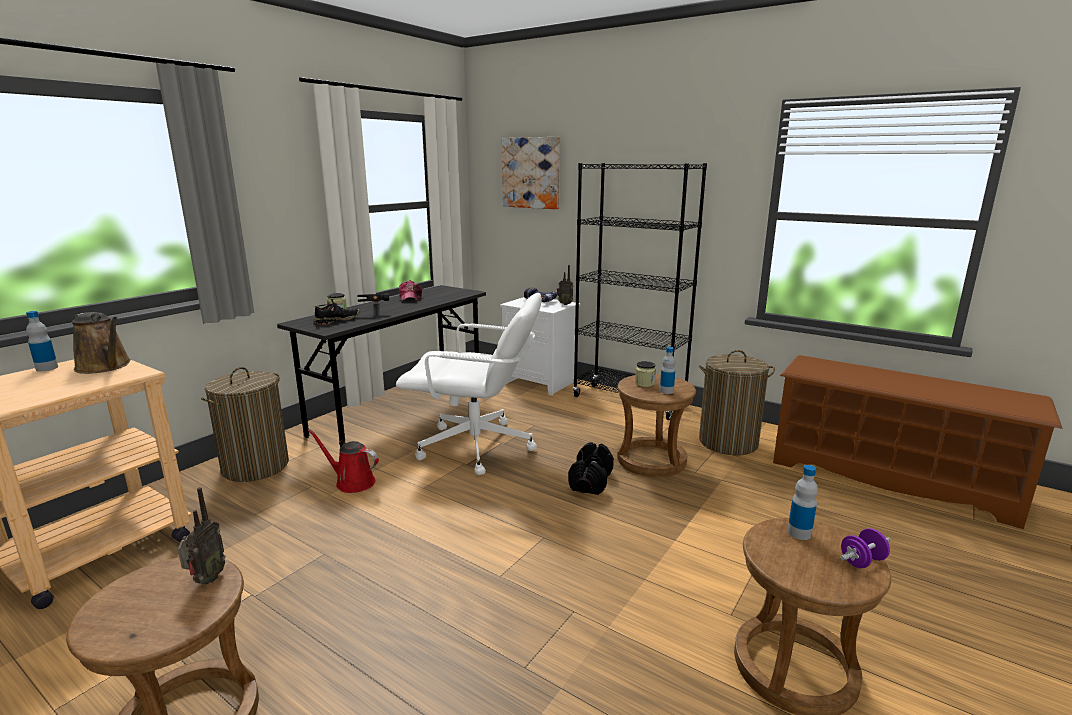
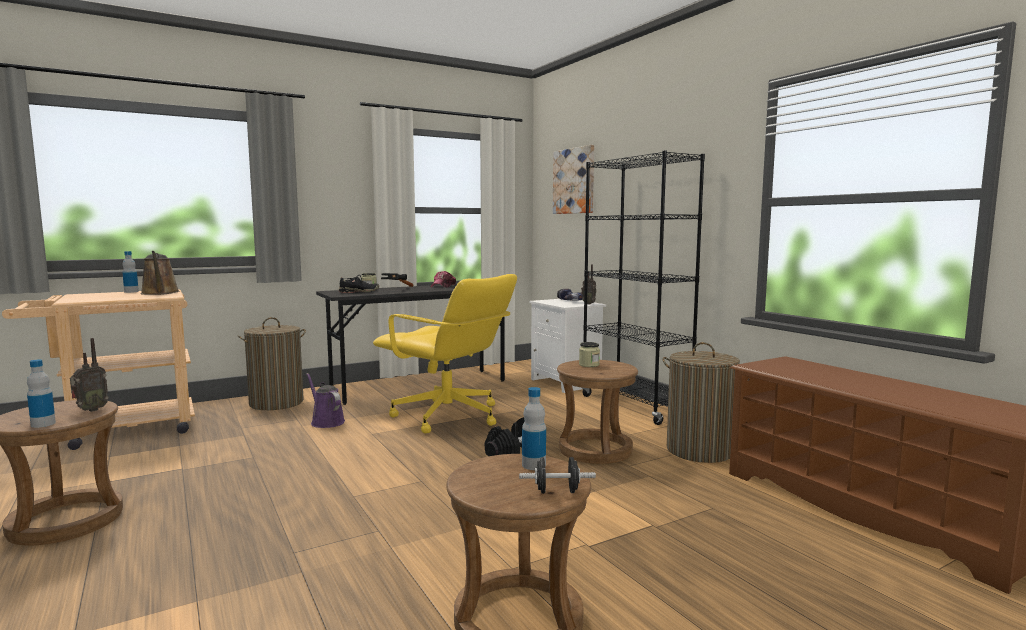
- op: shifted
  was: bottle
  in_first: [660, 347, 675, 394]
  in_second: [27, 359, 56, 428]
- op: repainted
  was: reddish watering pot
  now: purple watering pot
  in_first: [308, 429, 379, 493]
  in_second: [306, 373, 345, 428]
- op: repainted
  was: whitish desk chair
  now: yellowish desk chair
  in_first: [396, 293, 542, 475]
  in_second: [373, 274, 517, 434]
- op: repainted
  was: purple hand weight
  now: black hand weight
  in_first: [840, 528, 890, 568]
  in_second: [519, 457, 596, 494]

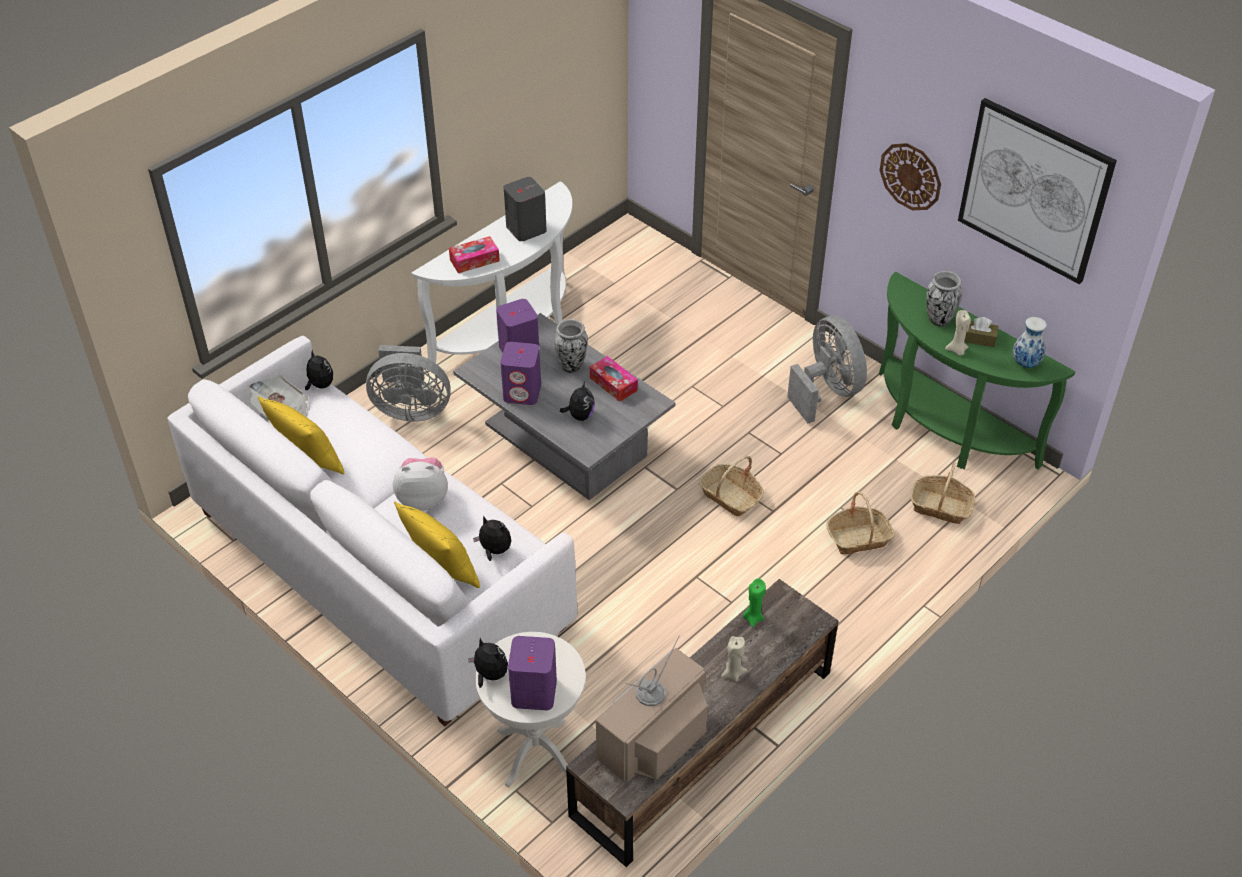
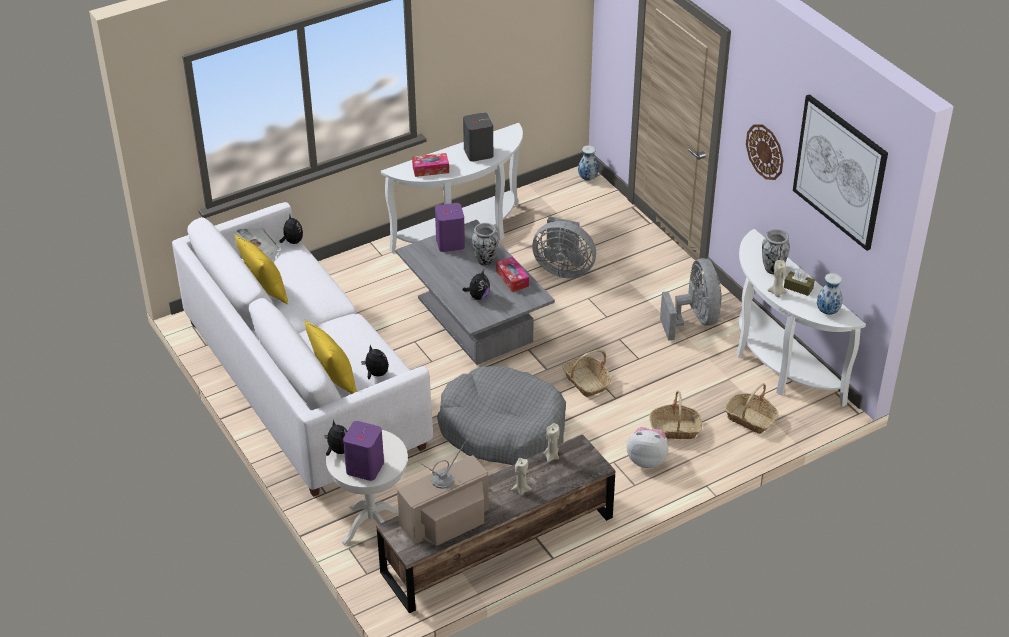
- op: gone
  was: purple audio speaker
  in_first: [500, 342, 541, 405]
- op: new
  now: grey pet bed
  in_second: [437, 366, 566, 465]
- op: new
  now: decorative vase
  in_second: [578, 145, 598, 181]
- op: shifted
  was: grey electric fan
  in_first: [366, 345, 451, 422]
  in_second: [532, 216, 596, 278]
- op: shifted
  was: cuddly toy
  in_first: [393, 457, 448, 511]
  in_second: [627, 427, 668, 468]
- op: repainted
  was: green-coloured wax light
  now: beige-coloured wax light
  in_first: [743, 578, 766, 627]
  in_second: [543, 423, 559, 462]
- op: repainted
  was: green-coloured hall table
  now: whitish hall table
  in_first: [879, 271, 1075, 470]
  in_second: [736, 229, 866, 407]

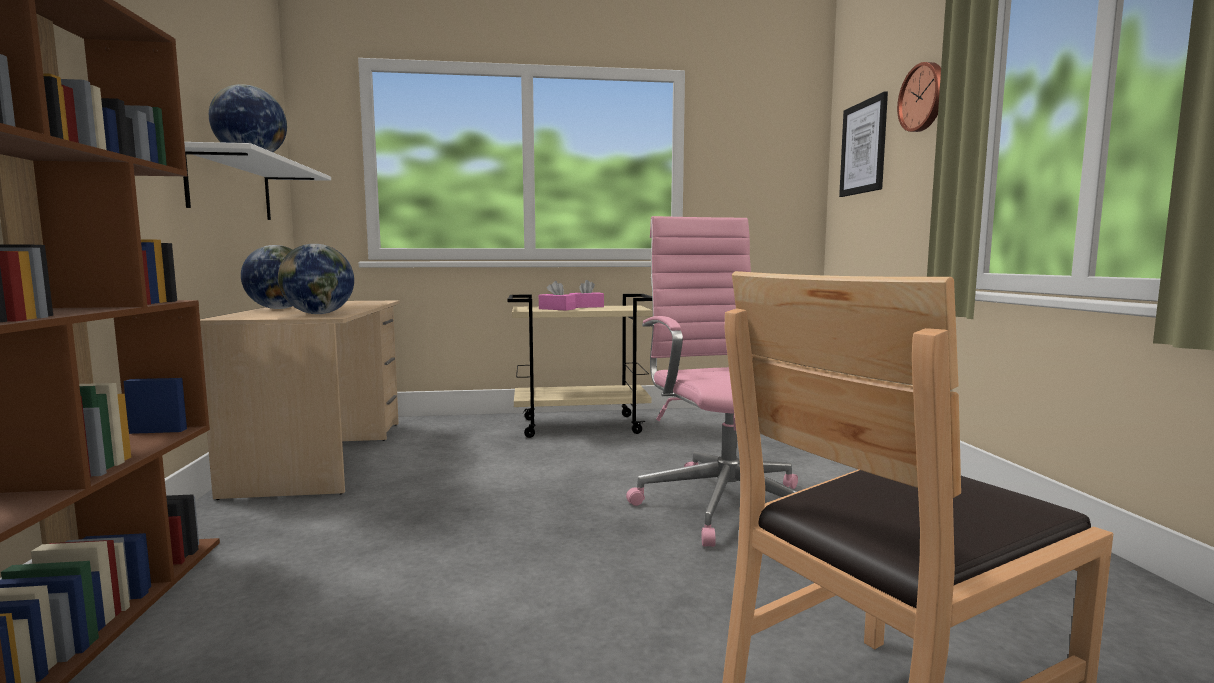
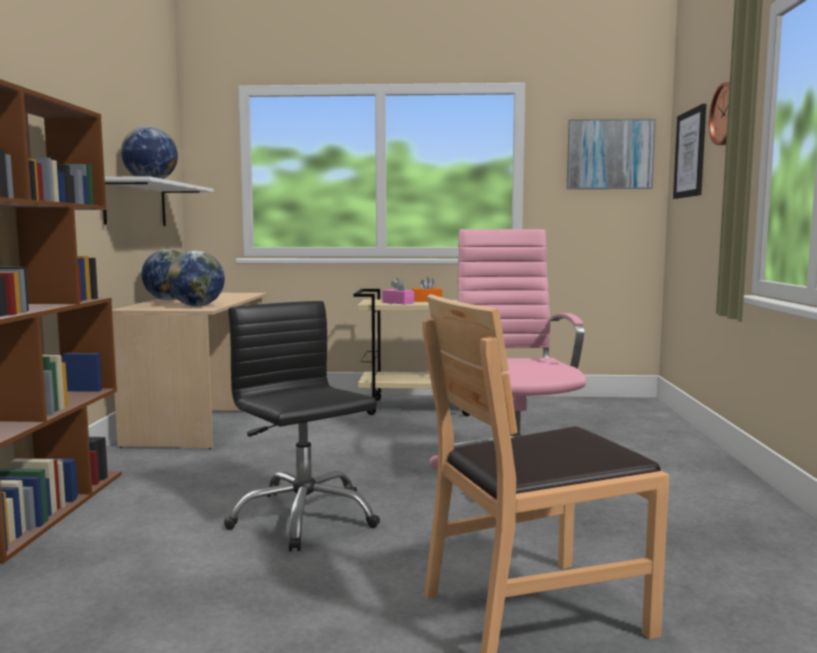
- op: new
  now: black desk chair
  in_second: [224, 301, 380, 552]
- op: new
  now: wall picture
  in_second: [567, 118, 656, 189]
- op: repainted
  was: pink tissue holder
  now: orangey tissue holder
  in_first: [569, 280, 604, 308]
  in_second: [412, 277, 442, 302]

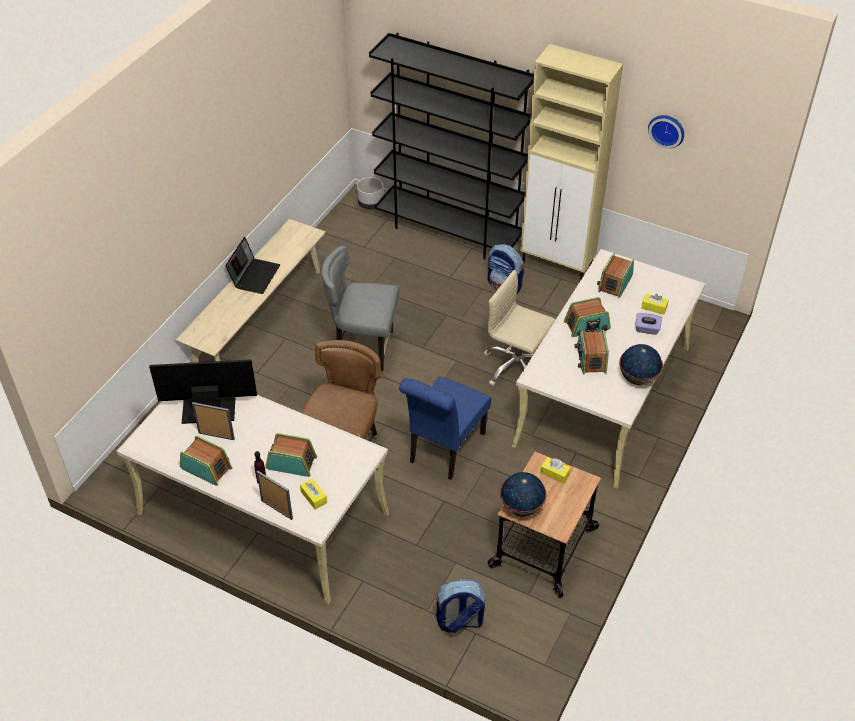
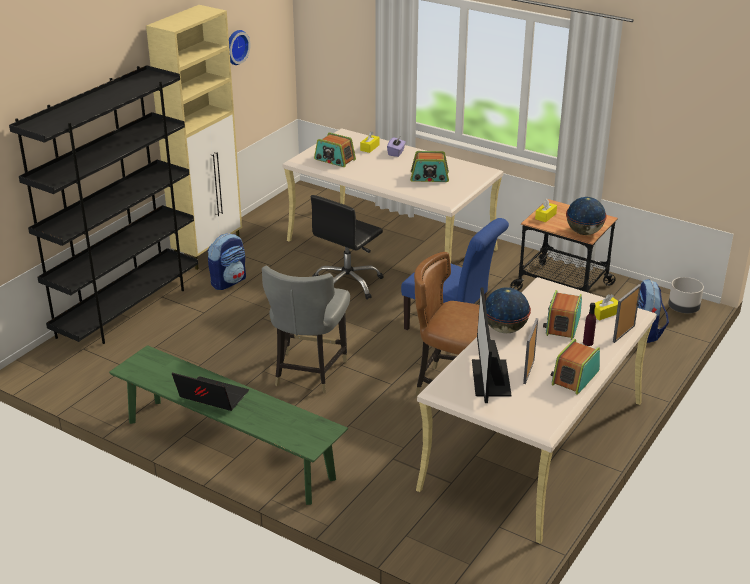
- op: gone
  was: radio
  in_first: [564, 297, 611, 337]
- op: shifted
  was: grey flower pot
  in_first: [357, 177, 384, 209]
  in_second: [668, 277, 704, 313]
- op: shifted
  was: globe
  in_first: [619, 344, 663, 386]
  in_second: [485, 287, 531, 333]
- op: repainted
  was: beige-coloured indoor bench
  now: green-coloured indoor bench
  in_first: [176, 219, 326, 363]
  in_second: [109, 345, 348, 505]
- op: repainted
  was: beige-coloured desk chair
  now: black desk chair
  in_first: [484, 270, 556, 393]
  in_second: [311, 195, 384, 300]

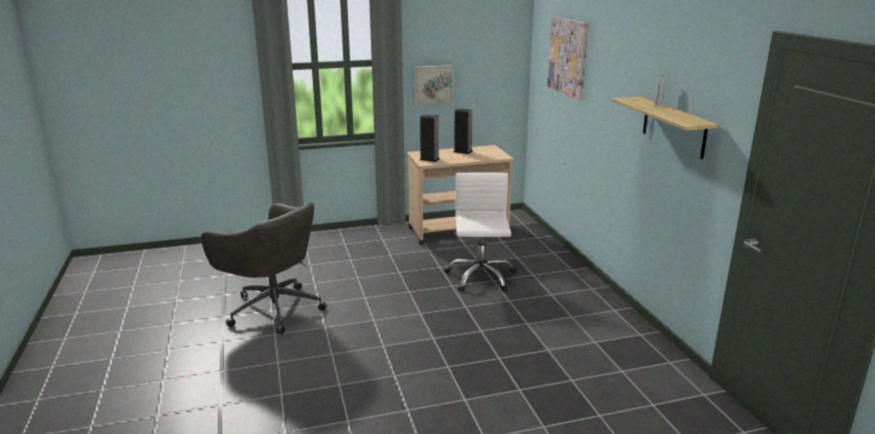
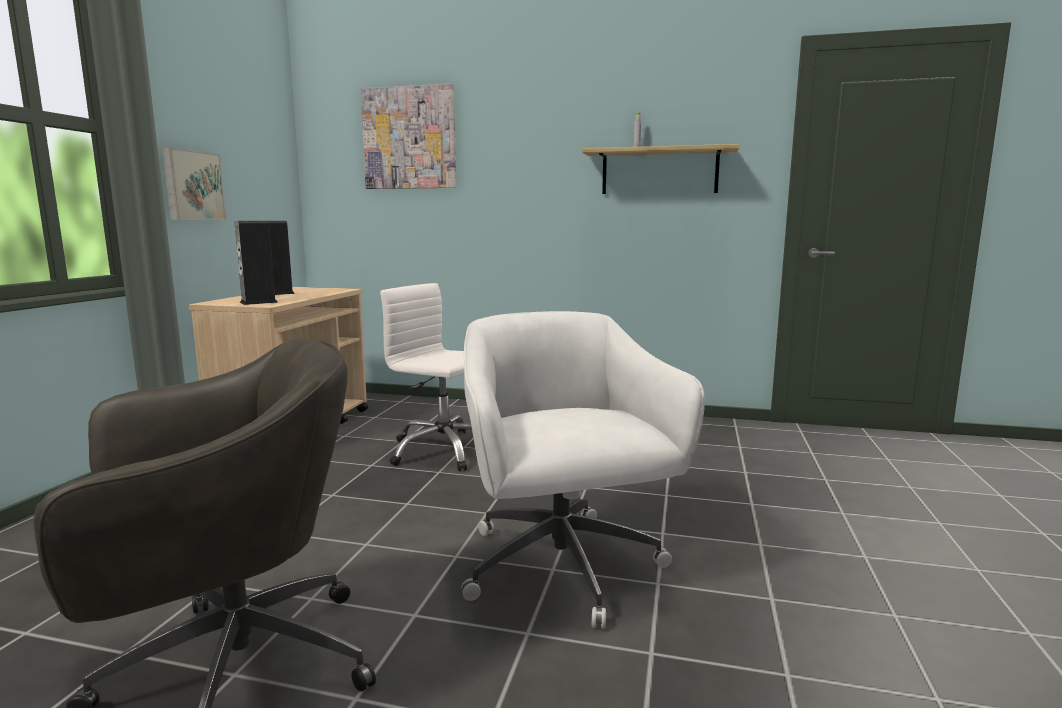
- op: new
  now: whitish desk chair
  in_second: [461, 311, 705, 629]

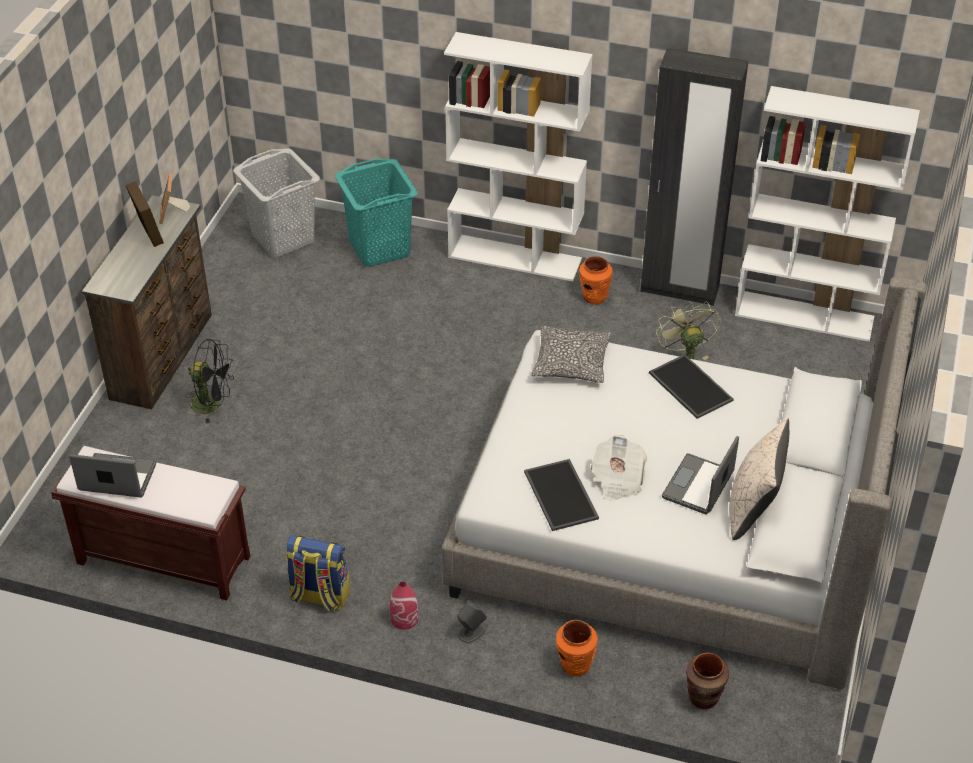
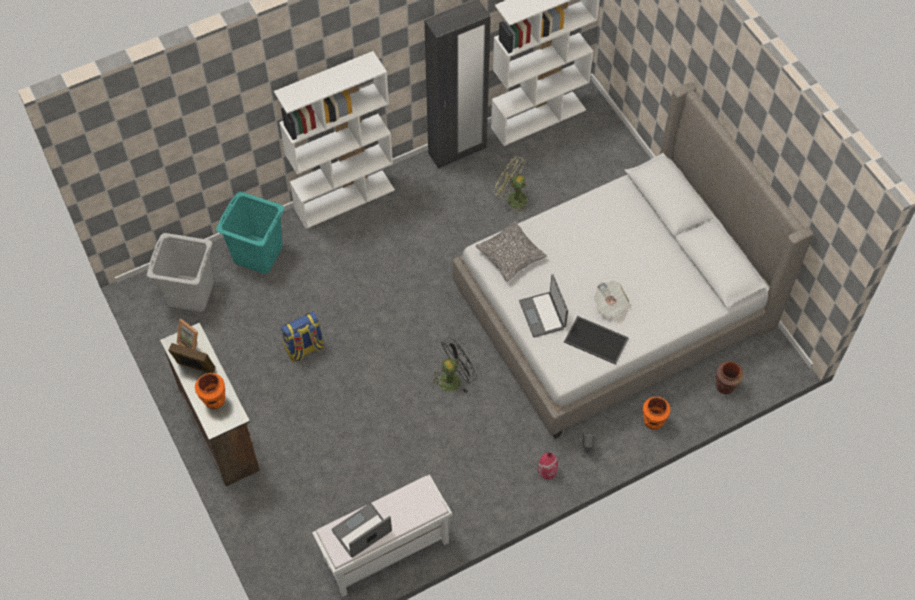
- op: gone
  was: carrying tray
  in_first: [649, 354, 734, 419]
- op: gone
  was: beige-coloured throw pillow
  in_first: [729, 417, 789, 540]
- op: shifted
  was: black electric fan
  in_first: [186, 339, 234, 423]
  in_second: [431, 338, 477, 393]
- op: shifted
  was: knapsack
  in_first: [286, 535, 350, 611]
  in_second: [281, 311, 324, 362]
- op: shifted
  was: orangey decorative vase
  in_first: [579, 256, 613, 305]
  in_second: [195, 373, 225, 409]
- op: shifted
  was: notebook computer
  in_first: [662, 436, 739, 515]
  in_second: [519, 274, 568, 337]
- op: repainted
  was: brown indoor bench
  now: whitish indoor bench
  in_first: [51, 446, 250, 601]
  in_second: [312, 475, 453, 597]

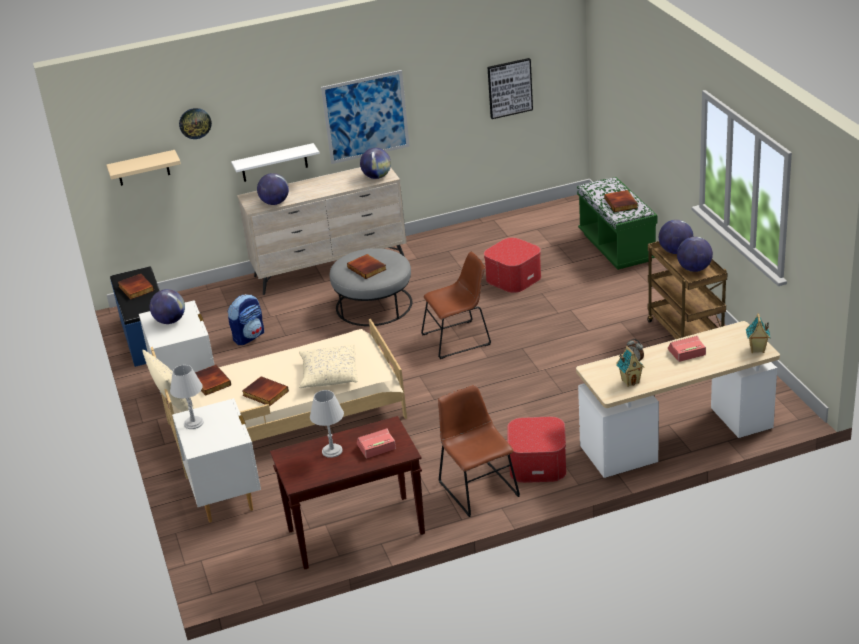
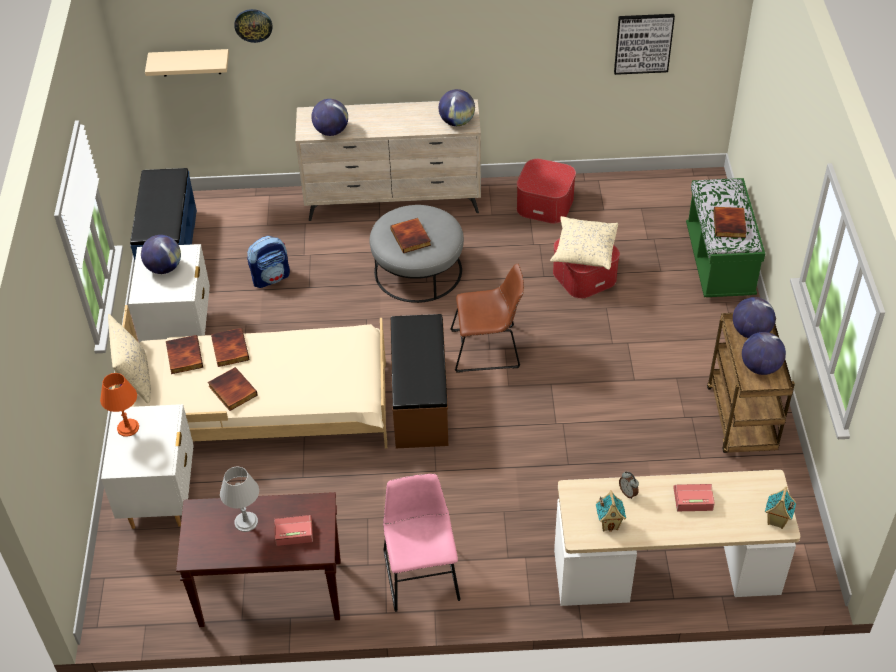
- op: gone
  was: whitish bracket shelf
  in_first: [231, 143, 320, 182]
- op: gone
  was: wall picture
  in_first: [321, 70, 410, 164]
- op: new
  now: brown indoor bench
  in_second: [390, 314, 448, 448]
- op: shifted
  was: book
  in_first: [118, 274, 154, 300]
  in_second: [211, 328, 250, 367]
- op: shifted
  was: beige-coloured throw pillow
  in_first: [299, 344, 358, 388]
  in_second: [550, 216, 618, 270]
- op: shifted
  was: pouffe
  in_first: [507, 417, 566, 483]
  in_second: [517, 159, 576, 224]
- op: repainted
  was: grey table lamp
  now: orangey table lamp
  in_first: [170, 365, 204, 429]
  in_second: [100, 373, 139, 437]
- op: repainted
  was: brown upright chair
  now: pink upright chair
  in_first: [438, 385, 520, 517]
  in_second: [383, 474, 461, 612]

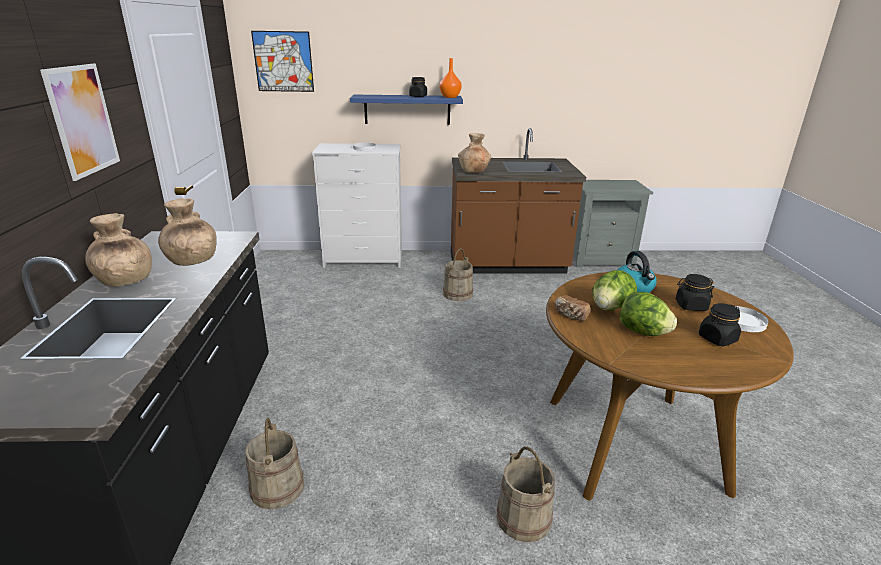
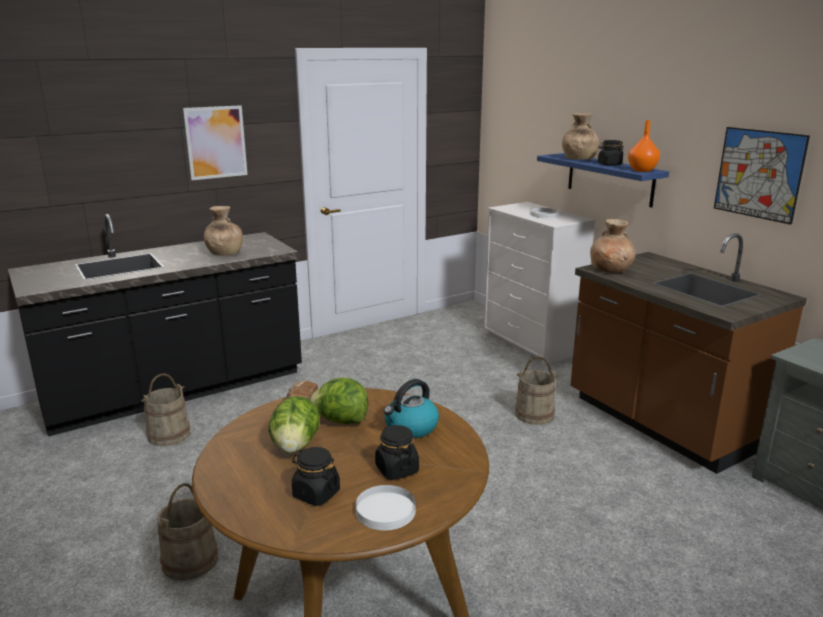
- op: shifted
  was: brown decorative vase
  in_first: [85, 213, 152, 287]
  in_second: [562, 113, 599, 160]
- op: shifted
  was: wall picture
  in_first: [251, 31, 314, 92]
  in_second: [714, 127, 810, 225]

